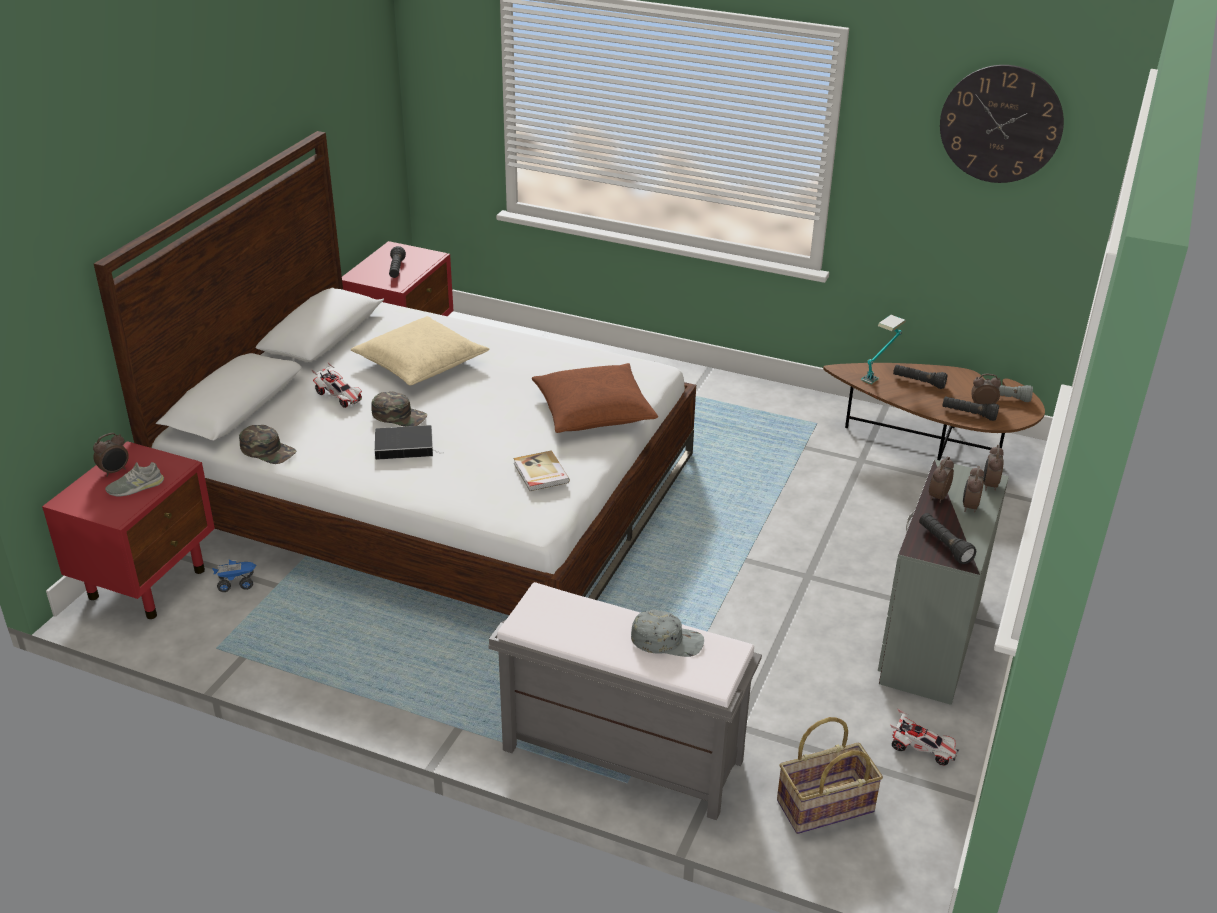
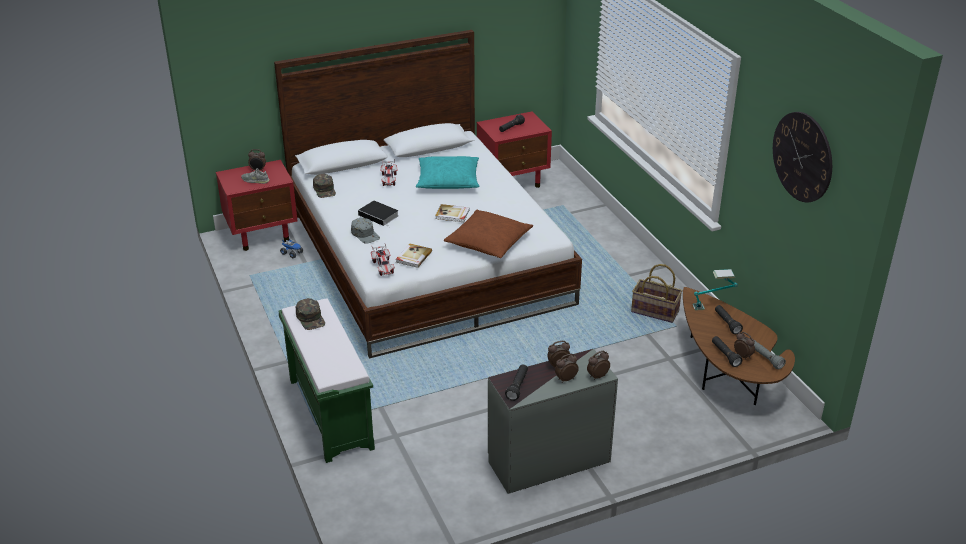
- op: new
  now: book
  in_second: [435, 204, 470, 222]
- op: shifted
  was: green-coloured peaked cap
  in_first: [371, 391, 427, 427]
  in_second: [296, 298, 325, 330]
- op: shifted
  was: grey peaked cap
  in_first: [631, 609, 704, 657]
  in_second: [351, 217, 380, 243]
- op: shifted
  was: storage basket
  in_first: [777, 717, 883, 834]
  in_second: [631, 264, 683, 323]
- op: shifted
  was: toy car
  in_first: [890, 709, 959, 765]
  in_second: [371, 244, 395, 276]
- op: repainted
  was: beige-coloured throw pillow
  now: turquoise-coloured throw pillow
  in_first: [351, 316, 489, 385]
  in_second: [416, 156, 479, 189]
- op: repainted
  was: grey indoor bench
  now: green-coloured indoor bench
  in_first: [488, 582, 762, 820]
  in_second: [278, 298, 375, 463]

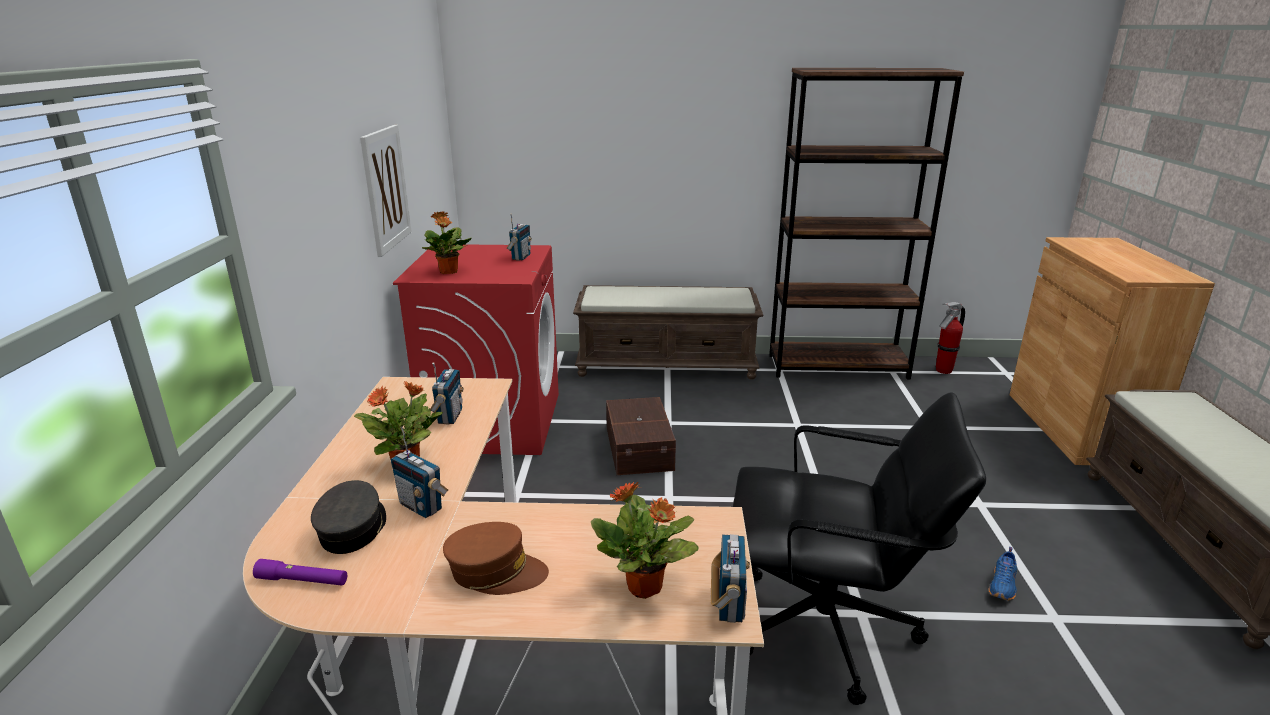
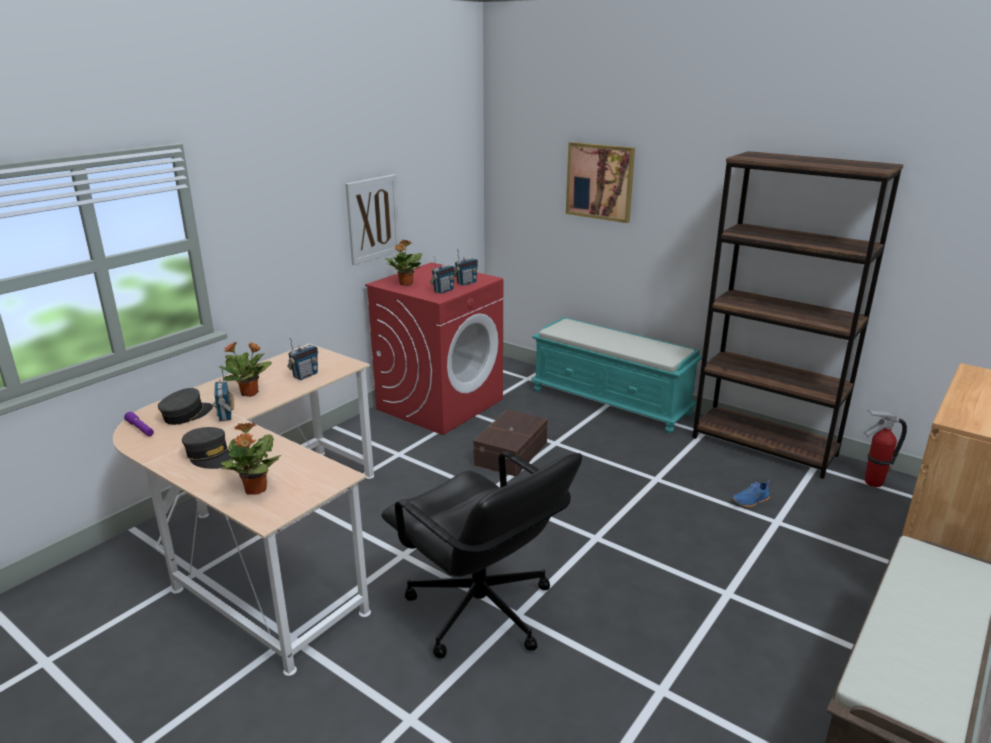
- op: new
  now: wall picture
  in_second: [566, 142, 635, 223]
- op: shifted
  was: radio
  in_first: [711, 534, 750, 623]
  in_second: [430, 256, 455, 294]
- op: shifted
  was: bluish shoe
  in_first: [988, 547, 1017, 601]
  in_second: [732, 480, 770, 507]
- op: repainted
  was: brown peaked cap
  now: grey peaked cap
  in_first: [443, 522, 549, 595]
  in_second: [182, 427, 233, 469]
- op: repainted
  was: brown indoor bench
  now: turquoise-coloured indoor bench
  in_first: [573, 285, 763, 379]
  in_second: [531, 317, 702, 433]

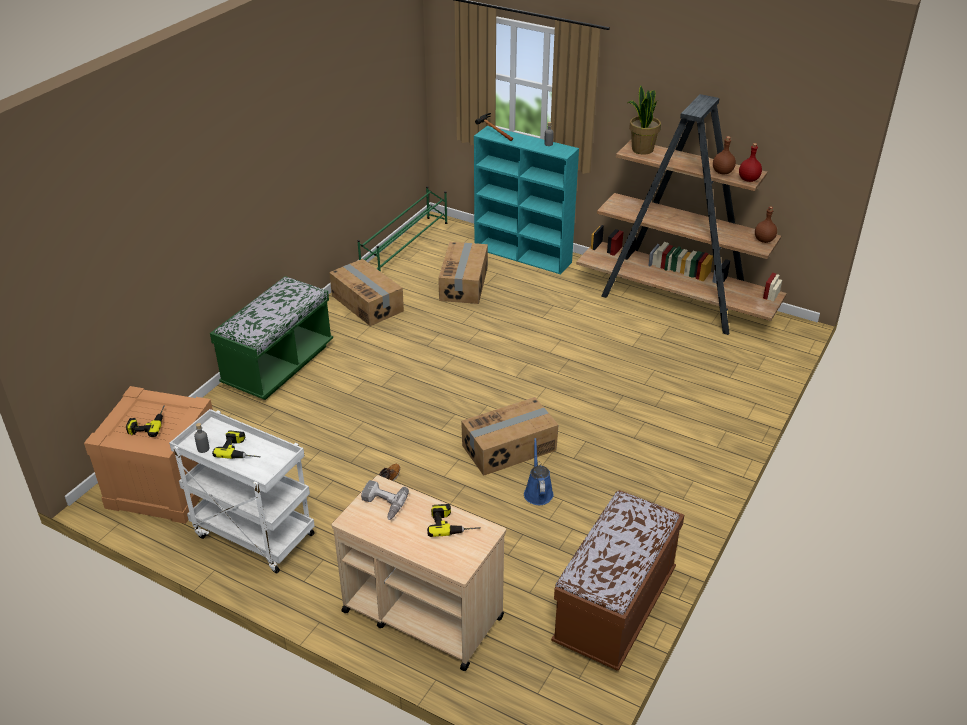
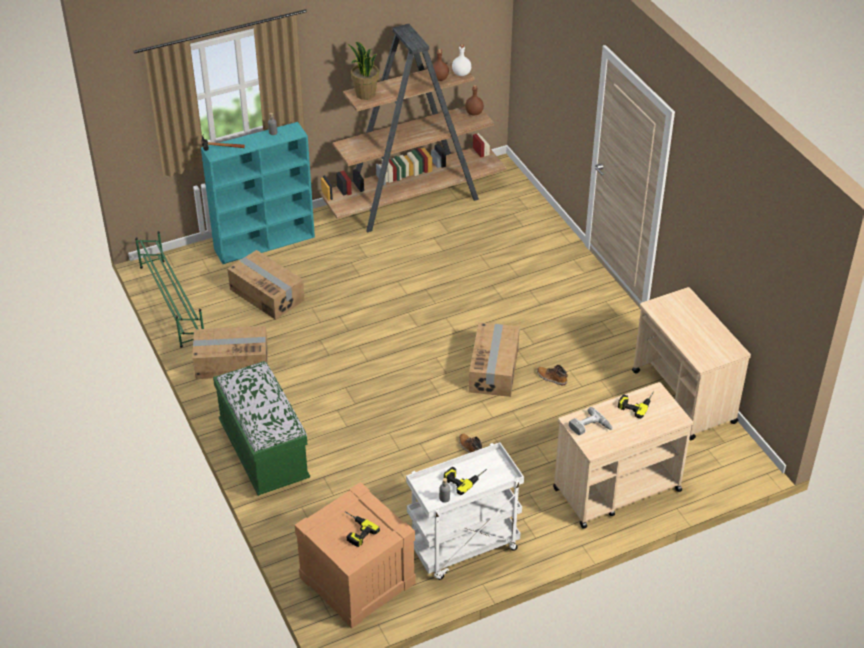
- op: swapped
  was: bluish watering pot
  now: tall boot
  in_first: [524, 438, 554, 505]
  in_second: [537, 365, 568, 385]
- op: swapped
  was: brown indoor bench
  now: beige-coloured trolley
  in_first: [551, 490, 684, 671]
  in_second: [632, 287, 751, 440]
- op: repainted
  was: reddish bottle
  now: whitish bottle
  in_first: [739, 143, 762, 182]
  in_second: [452, 44, 471, 76]

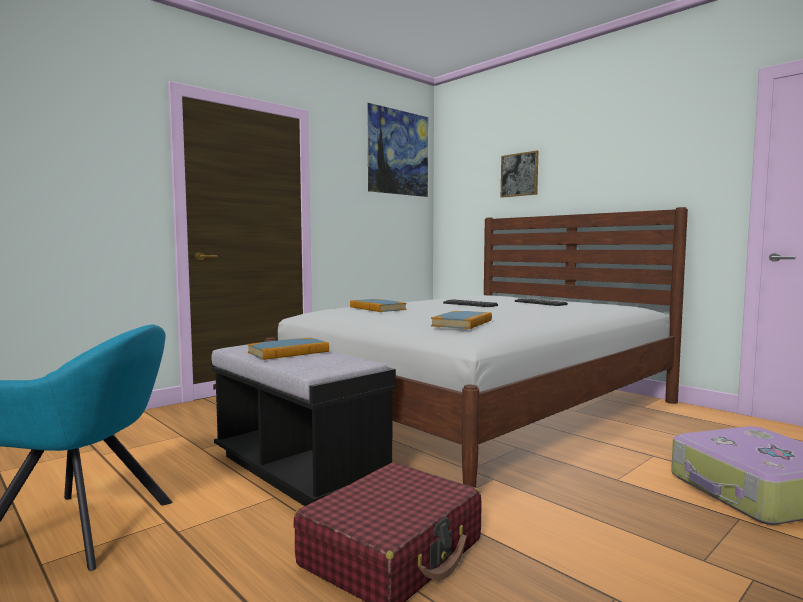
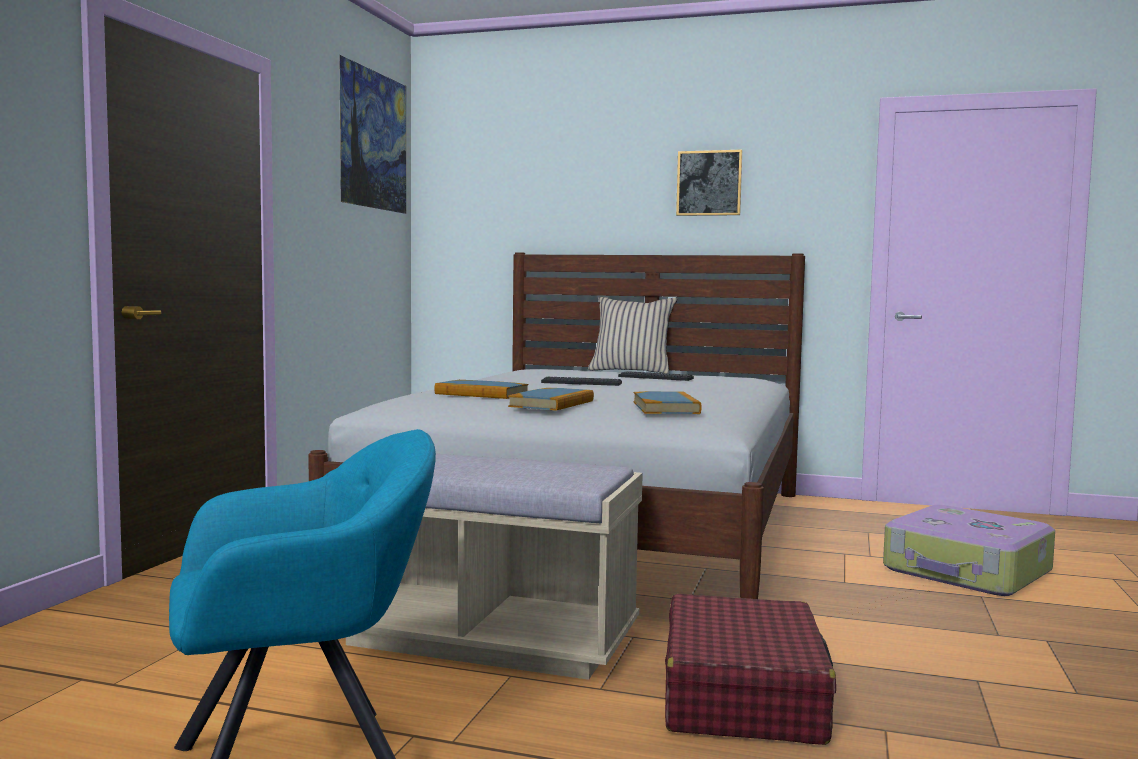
- op: new
  now: beige-coloured throw pillow
  in_second: [588, 297, 677, 374]
- op: shifted
  was: book
  in_first: [248, 338, 329, 360]
  in_second: [508, 388, 594, 411]
- op: shifted
  was: wall picture
  in_first: [501, 151, 538, 198]
  in_second: [676, 150, 742, 216]
- op: repainted
  was: black indoor bench
  now: beige-coloured indoor bench
  in_first: [211, 344, 396, 506]
  in_second: [346, 454, 643, 680]

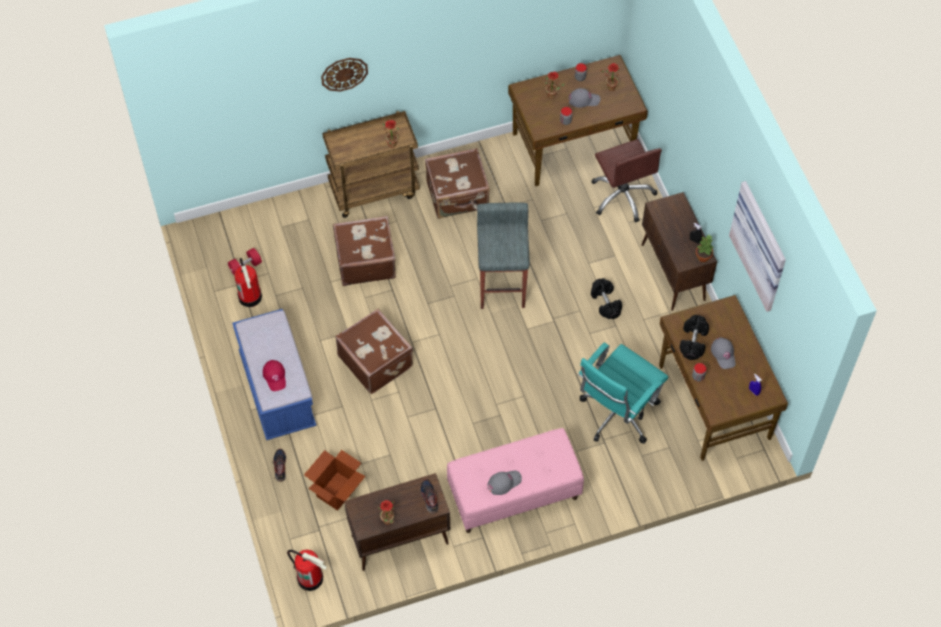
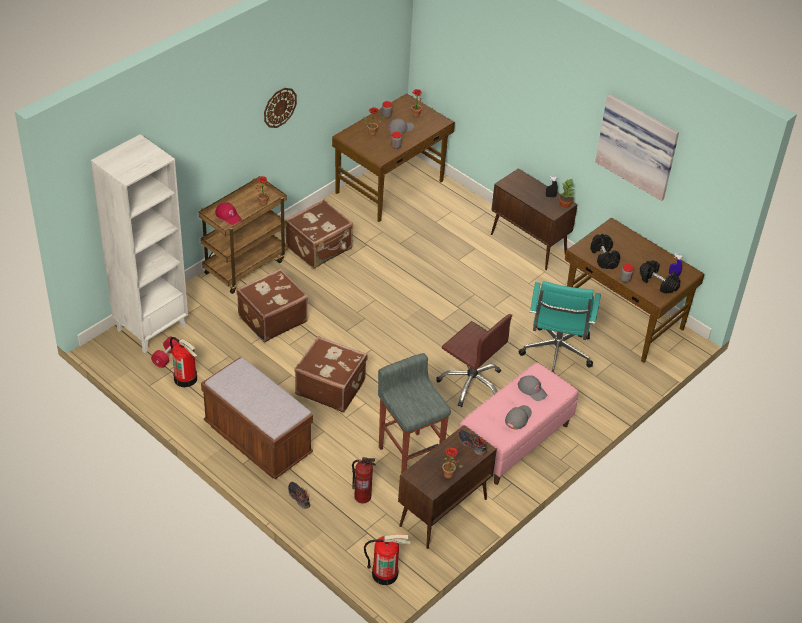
- op: new
  now: whitish bookcase
  in_second: [91, 134, 188, 353]
- op: shifted
  was: reddish peaked cap
  in_first: [263, 360, 286, 391]
  in_second: [215, 202, 242, 225]
- op: shifted
  was: clock on the wall
  in_first: [321, 58, 368, 92]
  in_second: [264, 88, 297, 128]
- op: shifted
  was: grey sitting stool
  in_first: [477, 202, 530, 309]
  in_second: [378, 353, 451, 474]
- op: shifted
  was: brown desk chair
  in_first: [591, 139, 662, 222]
  in_second: [436, 314, 512, 407]
- op: shifted
  was: black hand weight
  in_first: [591, 278, 622, 319]
  in_second: [640, 260, 680, 294]
- op: shifted
  was: grey peaked cap
  in_first: [711, 337, 736, 369]
  in_second: [518, 375, 547, 401]
- op: swapped
  was: carton
  now: fire-fighting cylinder
  in_first: [304, 450, 365, 511]
  in_second: [352, 457, 376, 503]
- op: repainted
  was: bluish indoor bench
  now: brown indoor bench
  in_first: [232, 309, 317, 440]
  in_second: [201, 357, 313, 479]

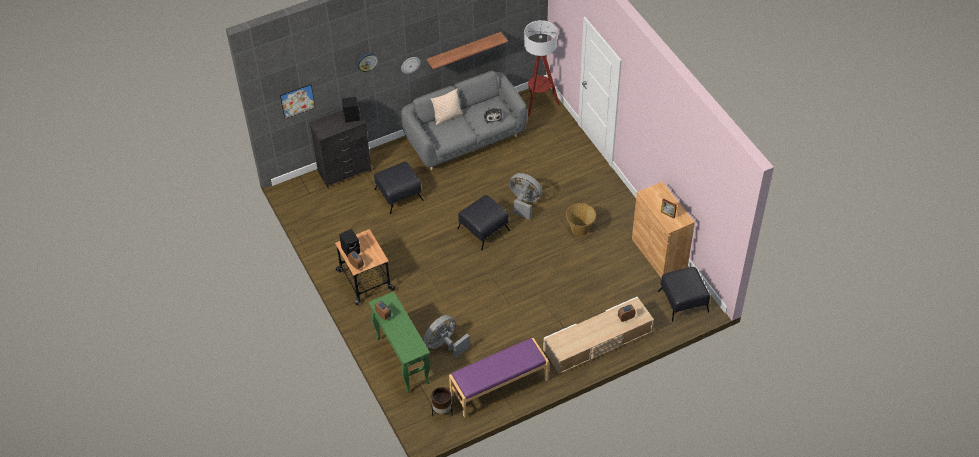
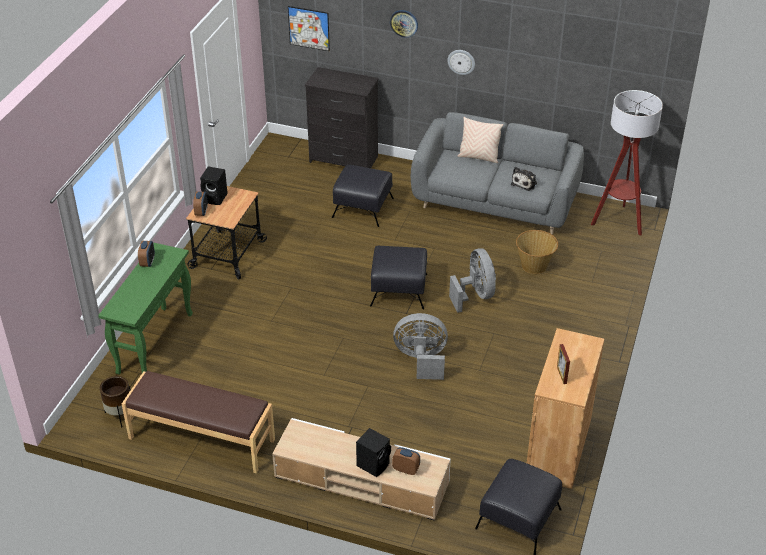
- op: gone
  was: bracket shelf
  in_first: [426, 32, 508, 70]
- op: shifted
  was: black audio speaker
  in_first: [342, 97, 360, 123]
  in_second: [356, 428, 391, 477]
- op: shifted
  was: grey electric fan
  in_first: [424, 315, 470, 358]
  in_second: [393, 313, 448, 380]
- op: shifted
  was: storage basket
  in_first: [566, 203, 596, 236]
  in_second: [516, 230, 558, 274]
- op: repainted
  was: purple indoor bench
  now: brown indoor bench
  in_first: [449, 338, 549, 418]
  in_second: [122, 371, 275, 474]

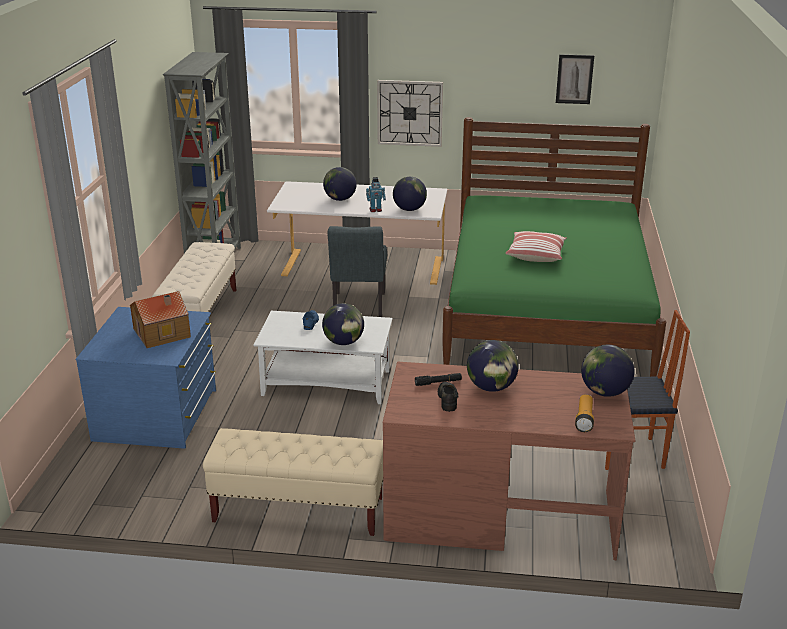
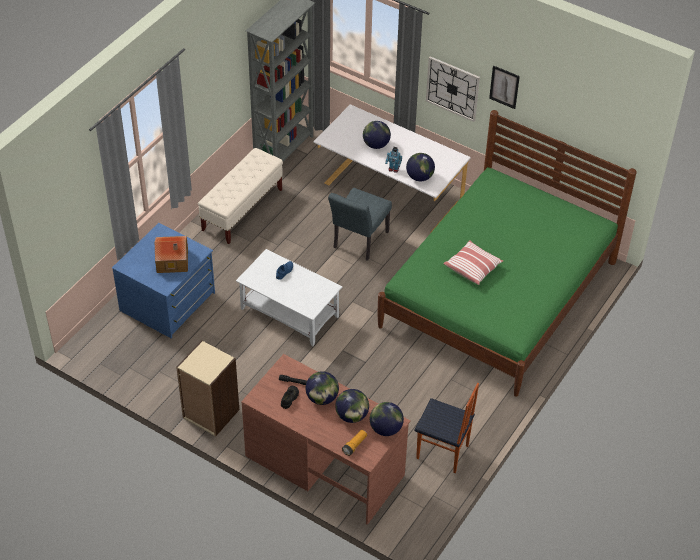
- op: shifted
  was: globe
  in_first: [322, 303, 364, 345]
  in_second: [335, 389, 369, 423]
- op: shifted
  was: wall picture
  in_first: [556, 54, 594, 104]
  in_second: [489, 65, 520, 109]
- op: swapped
  was: beige-coloured indoor bench
  now: beige-coloured bookcase
  in_first: [203, 428, 383, 536]
  in_second: [176, 340, 239, 437]

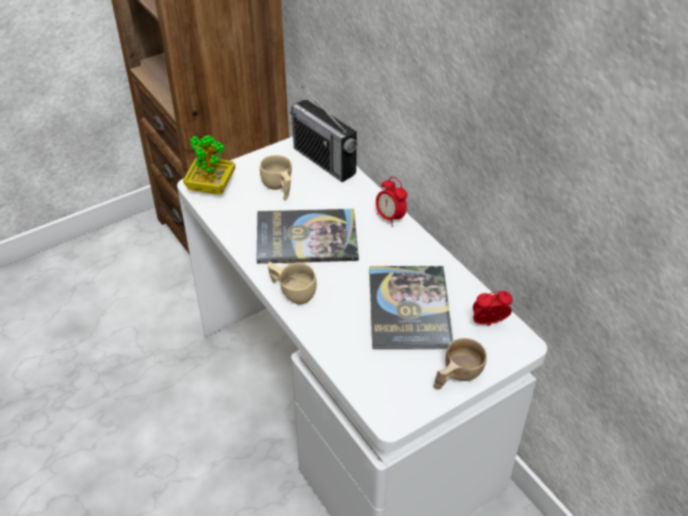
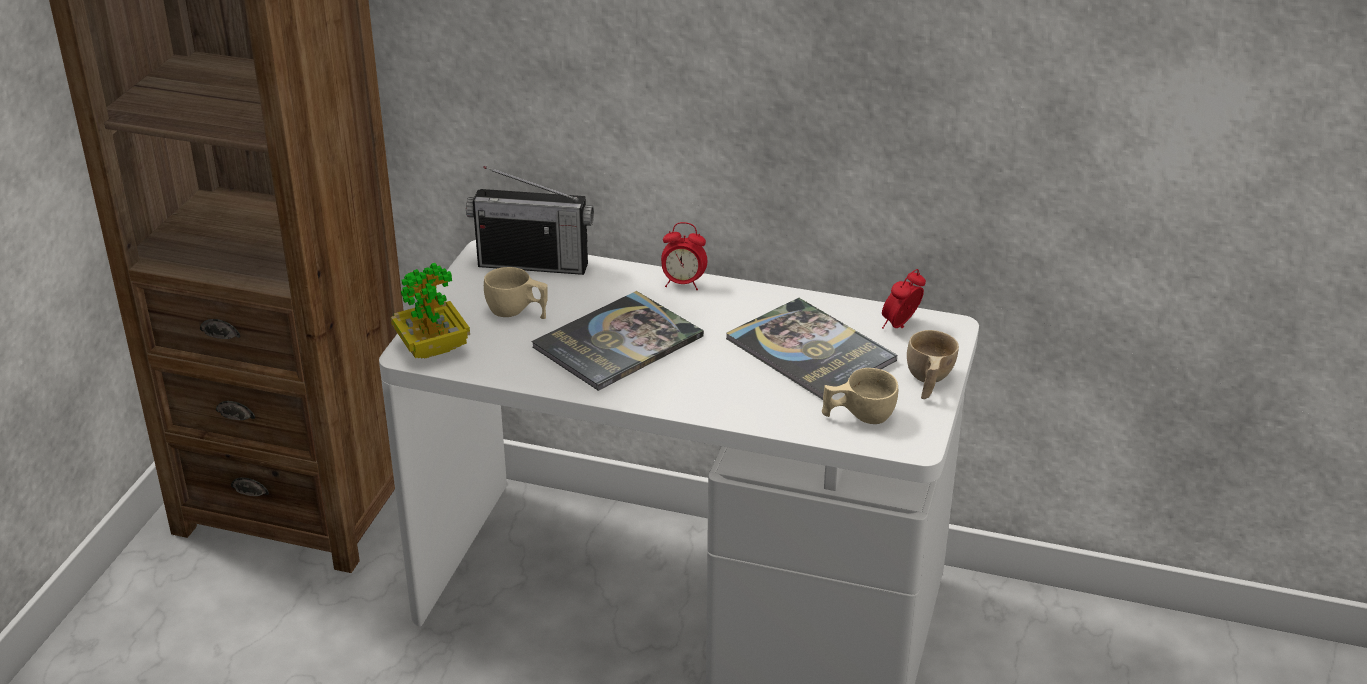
- op: shifted
  was: beige-coloured cup
  in_first: [268, 262, 317, 304]
  in_second: [822, 368, 898, 424]

